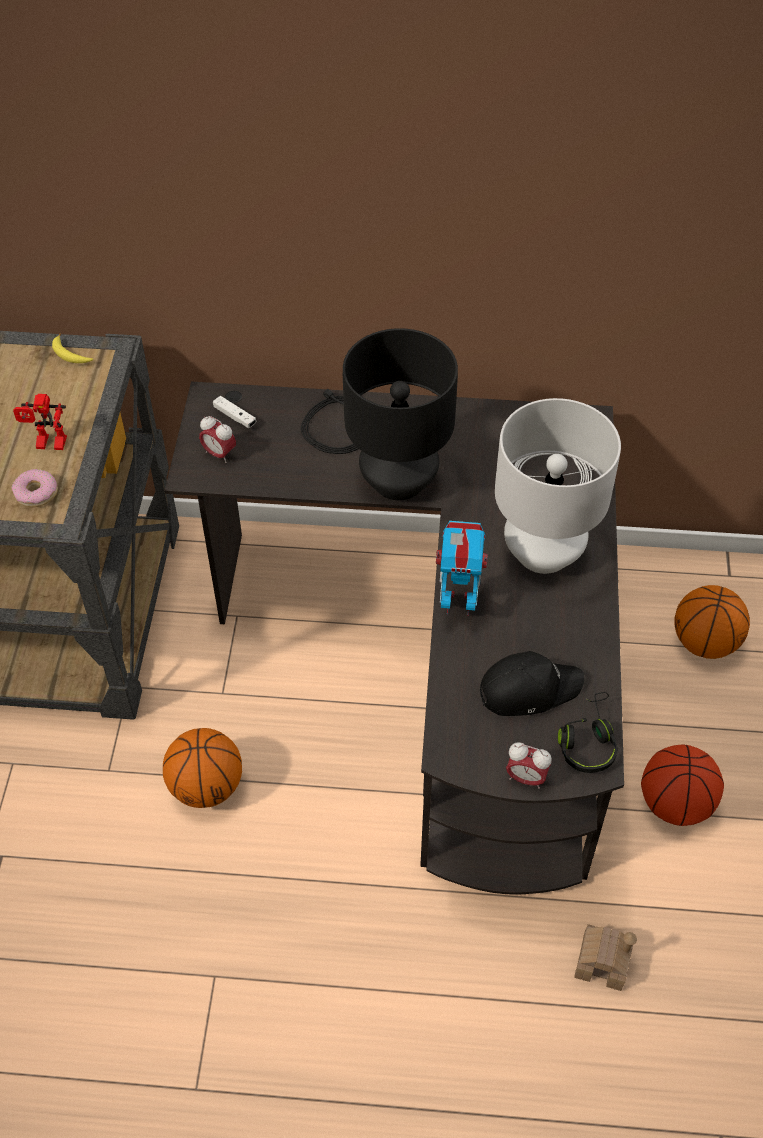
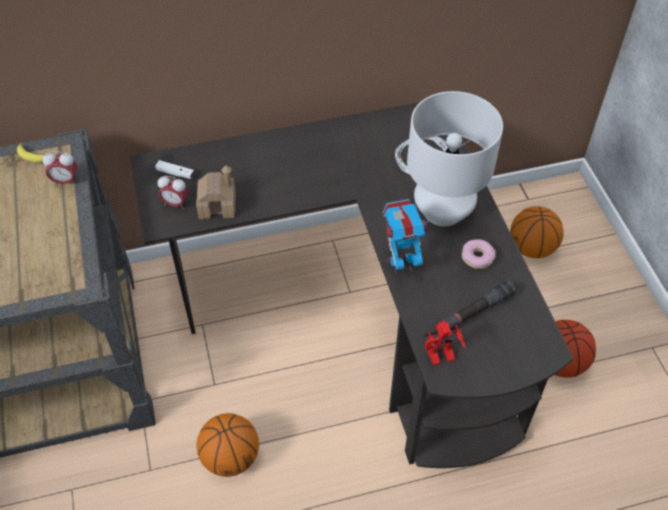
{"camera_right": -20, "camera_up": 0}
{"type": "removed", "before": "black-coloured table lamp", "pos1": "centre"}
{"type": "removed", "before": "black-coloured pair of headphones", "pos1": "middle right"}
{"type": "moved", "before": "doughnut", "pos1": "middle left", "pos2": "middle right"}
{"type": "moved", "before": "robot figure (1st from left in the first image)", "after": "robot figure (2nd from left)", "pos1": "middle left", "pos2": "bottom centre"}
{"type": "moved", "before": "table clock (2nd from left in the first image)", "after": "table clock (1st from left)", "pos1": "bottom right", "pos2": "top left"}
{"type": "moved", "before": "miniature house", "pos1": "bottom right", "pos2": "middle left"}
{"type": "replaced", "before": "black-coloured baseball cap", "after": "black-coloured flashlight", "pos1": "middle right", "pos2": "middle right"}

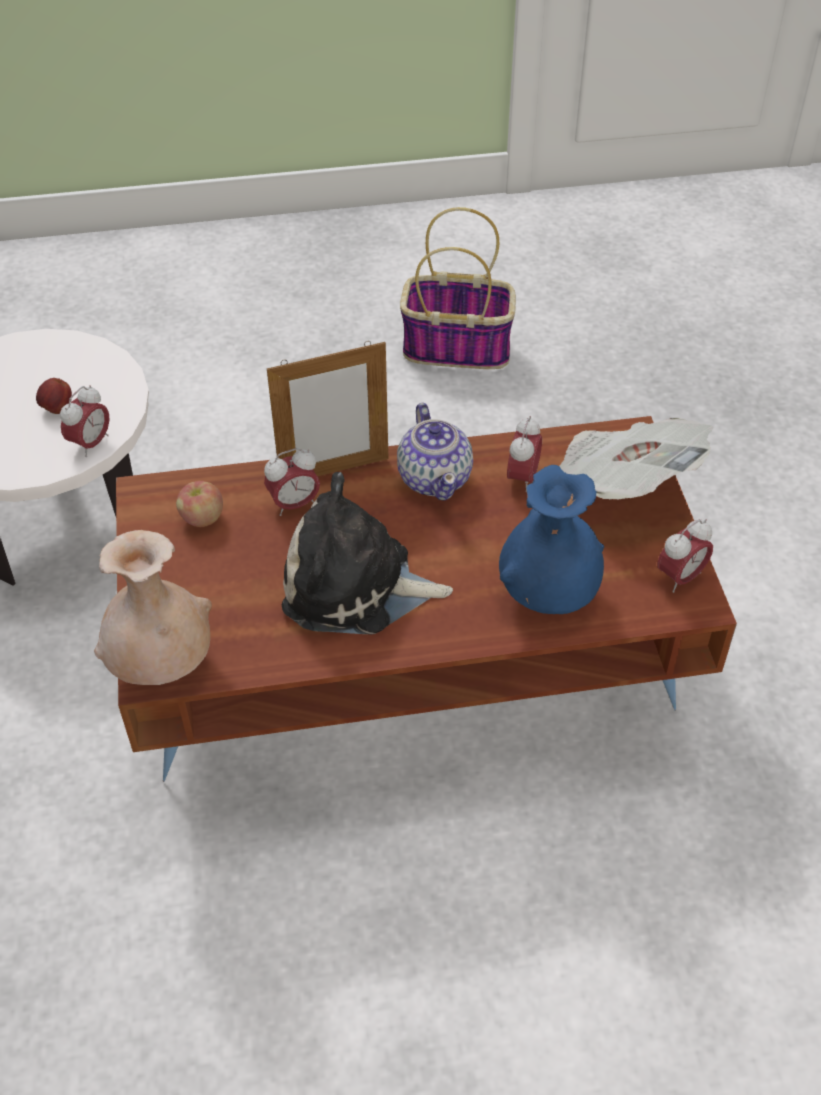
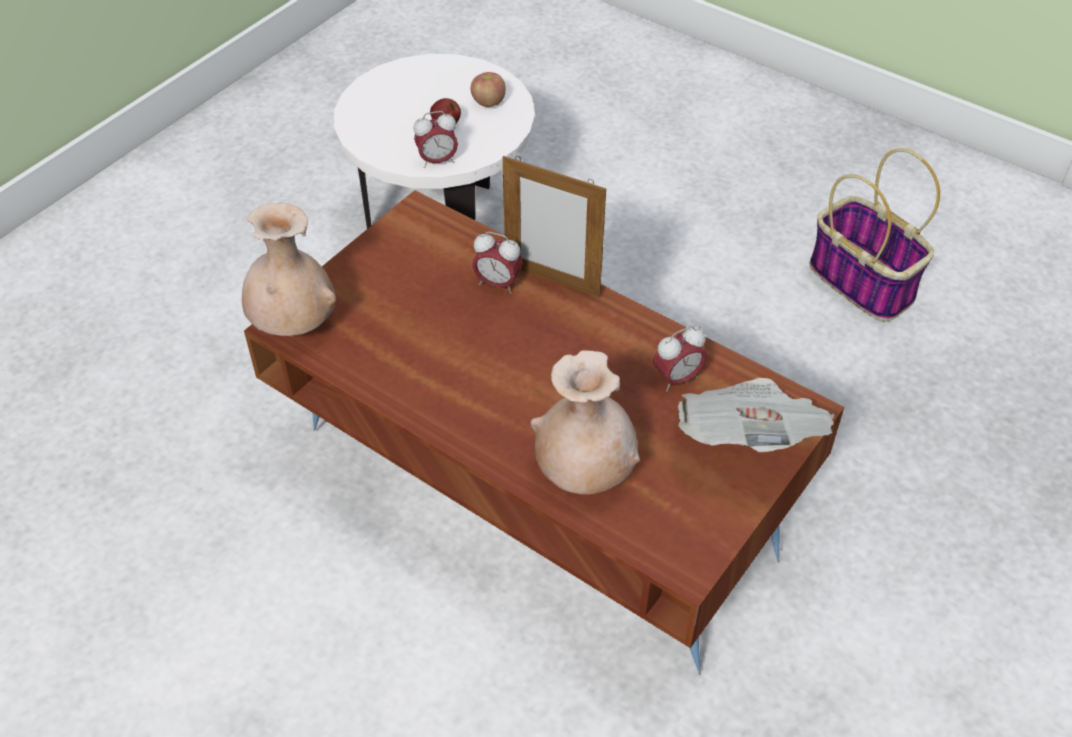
{"camera_right": 45, "camera_up": 0}
{"type": "removed", "before": "cuddly toy", "pos1": "centre"}
{"type": "removed", "before": "tea pot", "pos1": "centre"}
{"type": "removed", "before": "table clock (4th from left)", "pos1": "middle right"}
{"type": "moved", "before": "apple (2nd from left)", "pos1": "middle left", "pos2": "top centre"}
{"type": "recoloured", "before": "blue-coloured flower vase", "after": "beige-coloured flower vase (2nd from left)", "pos1": "middle right", "pos2": "centre"}

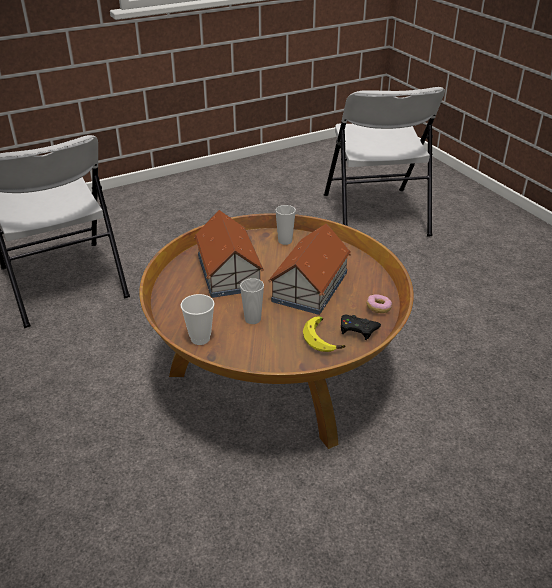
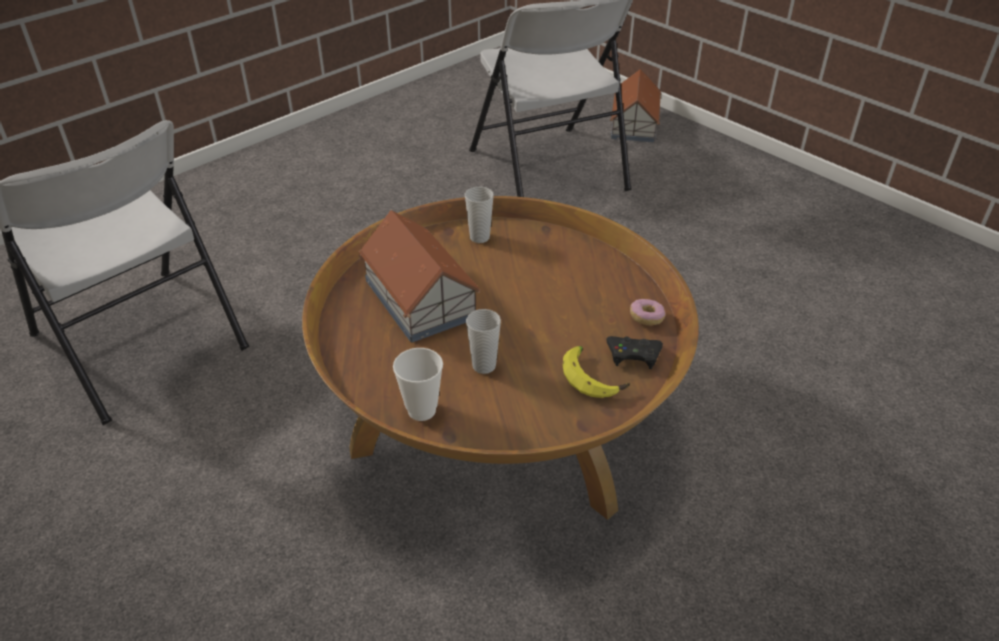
{"camera_right": -15, "camera_up": 5}
{"type": "moved", "before": "miniature house (2nd from left)", "pos1": "centre", "pos2": "top centre"}

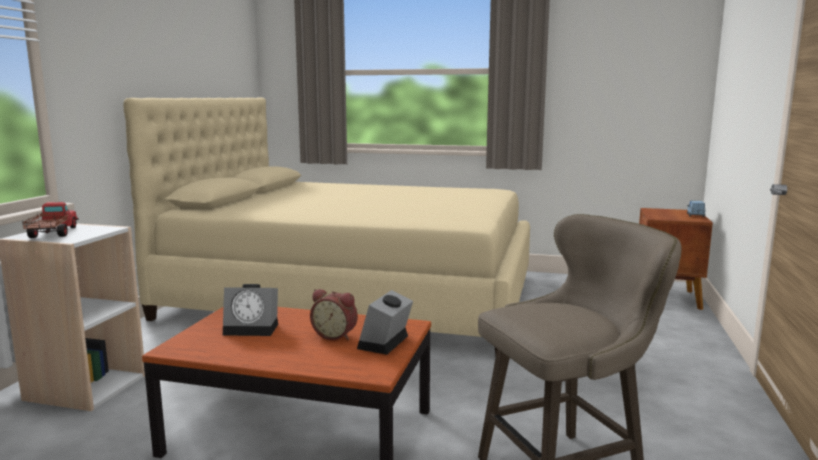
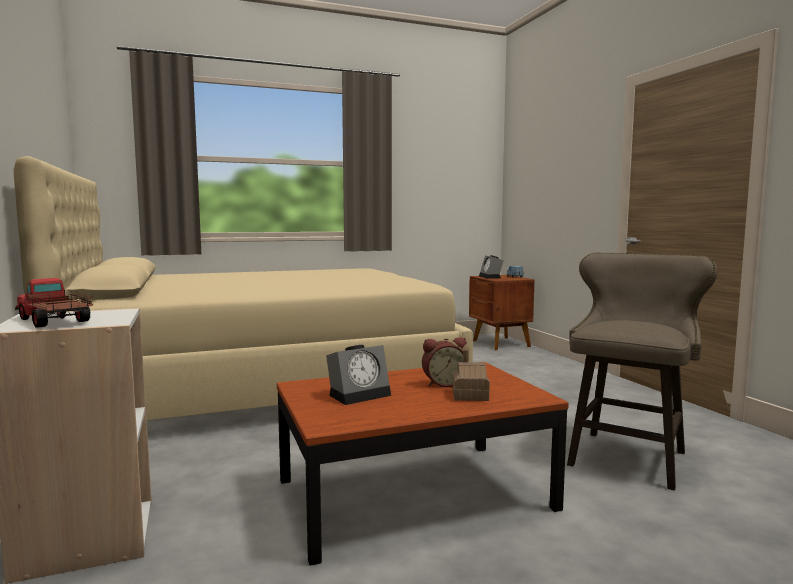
{"camera_right": -35, "camera_up": -5}
{"type": "added", "after": "miniature house", "pos2": "centre"}
{"type": "moved", "before": "table clock (3rd from left)", "pos1": "bottom centre", "pos2": "centre"}

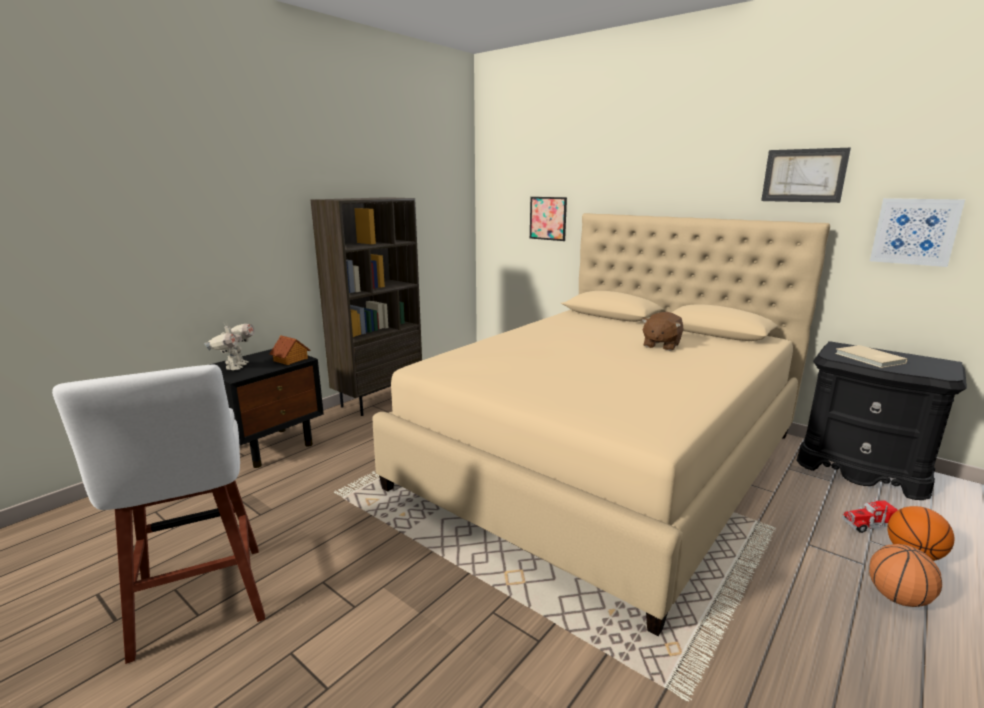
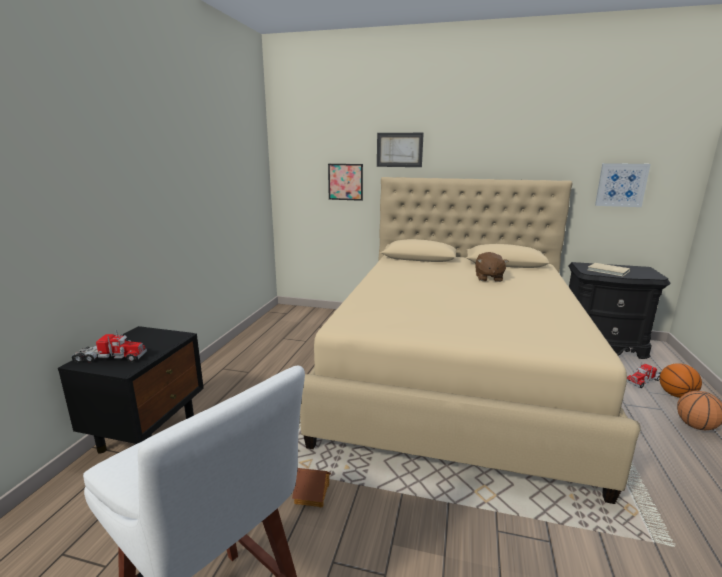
{"camera_right": -25, "camera_up": 0}
{"type": "removed", "before": "brown-coloured bookcase", "pos1": "centre"}
{"type": "moved", "before": "miniature house", "pos1": "middle left", "pos2": "bottom centre"}
{"type": "moved", "before": "wall art (2nd from left)", "pos1": "top right", "pos2": "top centre"}
{"type": "replaced", "before": "robot figure", "after": "toy lorry (1st from left)", "pos1": "middle left", "pos2": "middle left"}

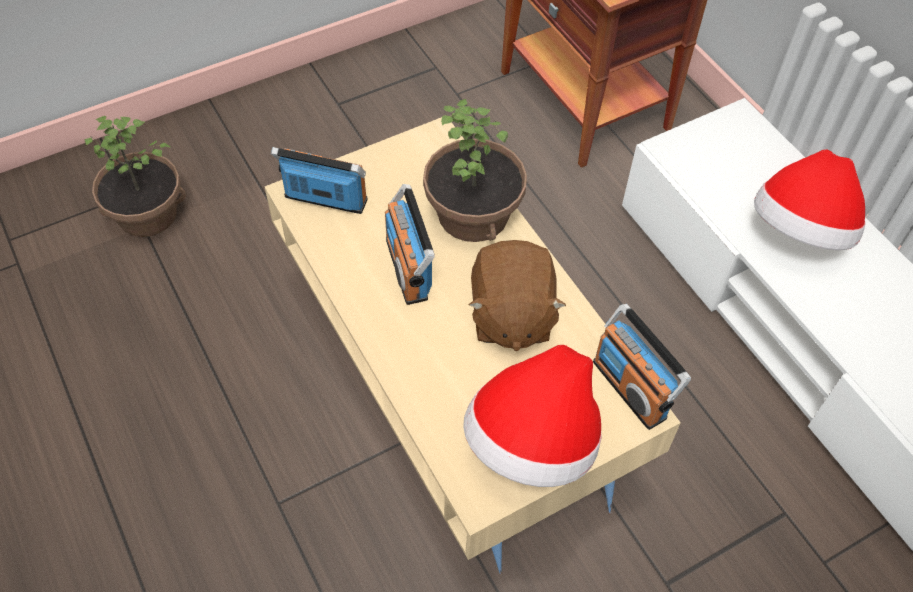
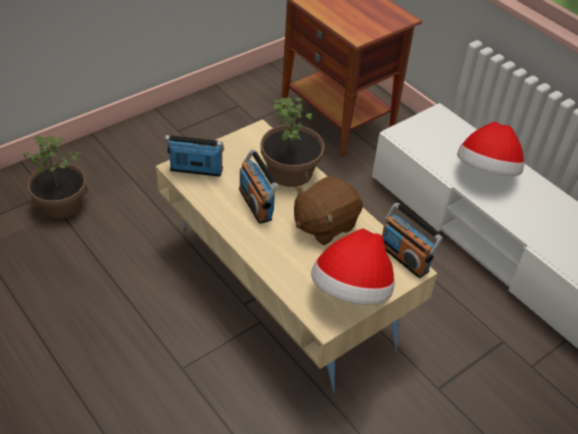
{"camera_right": -10, "camera_up": -10}
{"type": "turned", "before": "brown-coloured cuddly toy", "pos1": "centre", "pos2": "centre", "turn": 60}

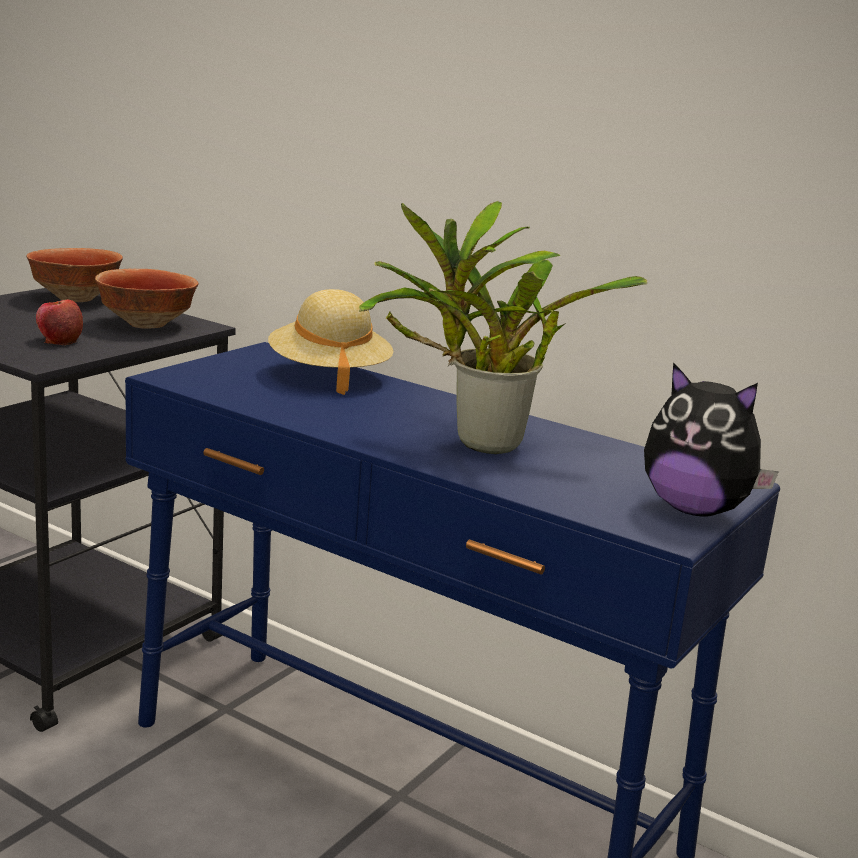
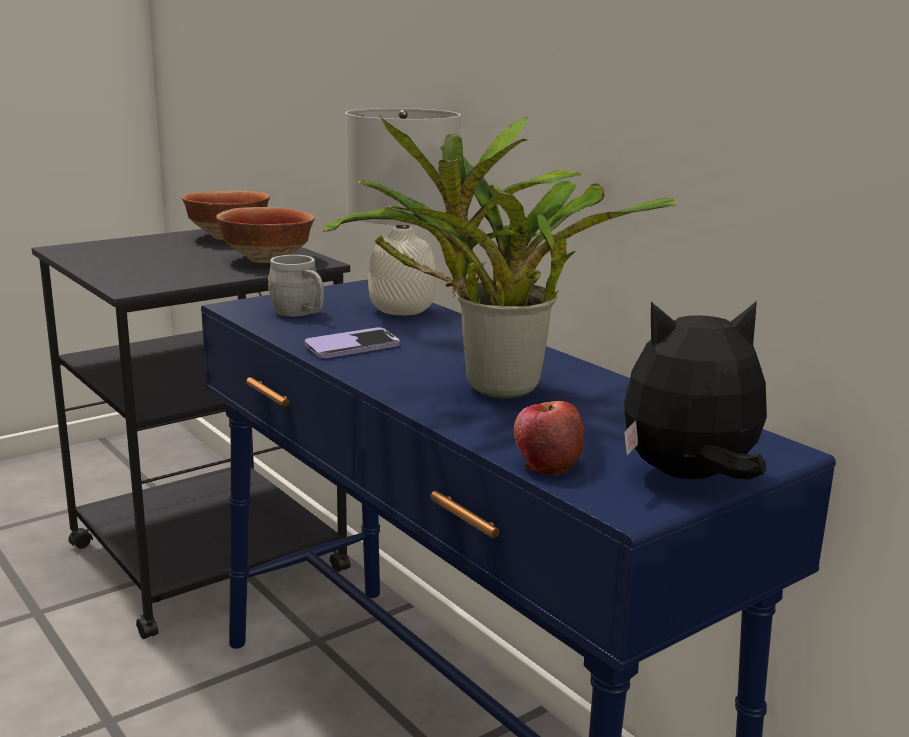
{"camera_right": 20, "camera_up": 0}
{"type": "added", "after": "grey mug", "pos2": "middle left"}
{"type": "added", "after": "telephone", "pos2": "centre"}
{"type": "moved", "before": "apple", "pos1": "middle left", "pos2": "centre"}
{"type": "replaced", "before": "beige-coloured wearable hat", "after": "grey table lamp", "pos1": "centre", "pos2": "top centre"}
{"type": "turned", "before": "cuddly toy", "pos1": "middle right", "pos2": "middle right", "turn": 120}

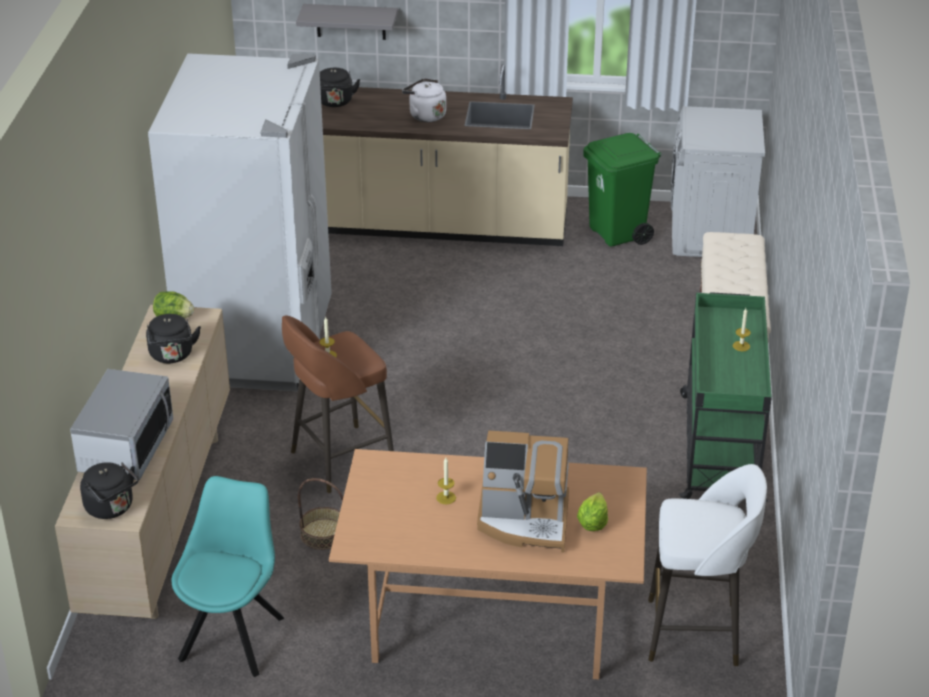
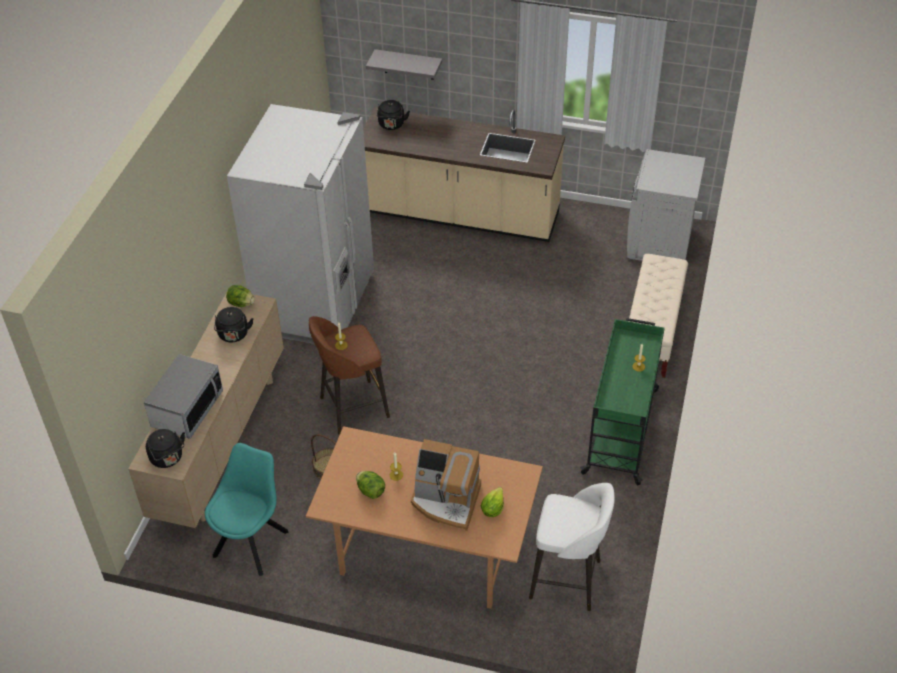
{"camera_right": 10, "camera_up": 10}
{"type": "removed", "before": "white-coloured water kettle", "pos1": "top centre"}
{"type": "removed", "before": "green-coloured trash can", "pos1": "top right"}
{"type": "added", "after": "lettuce head (2nd from left)", "pos2": "bottom centre"}

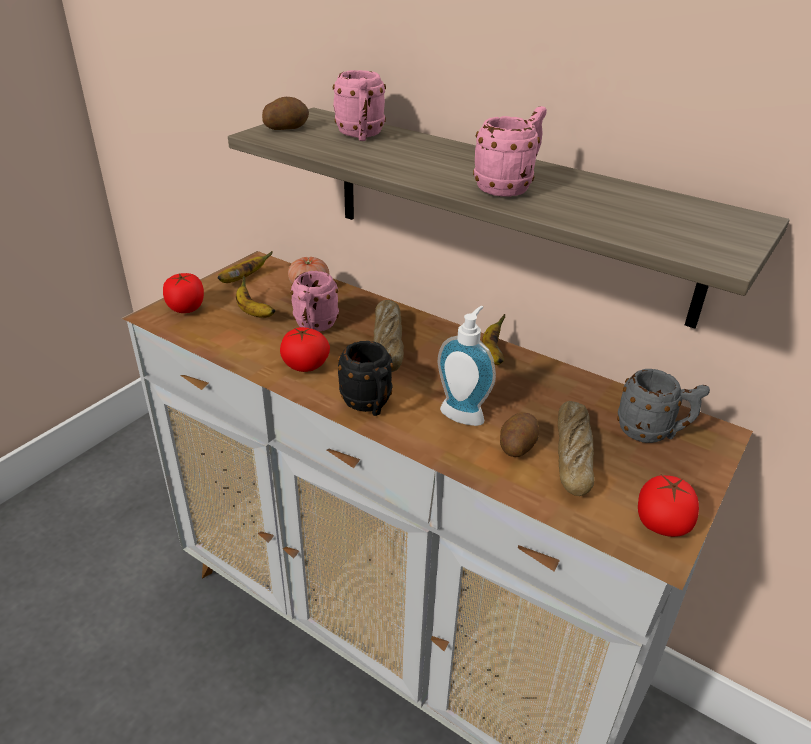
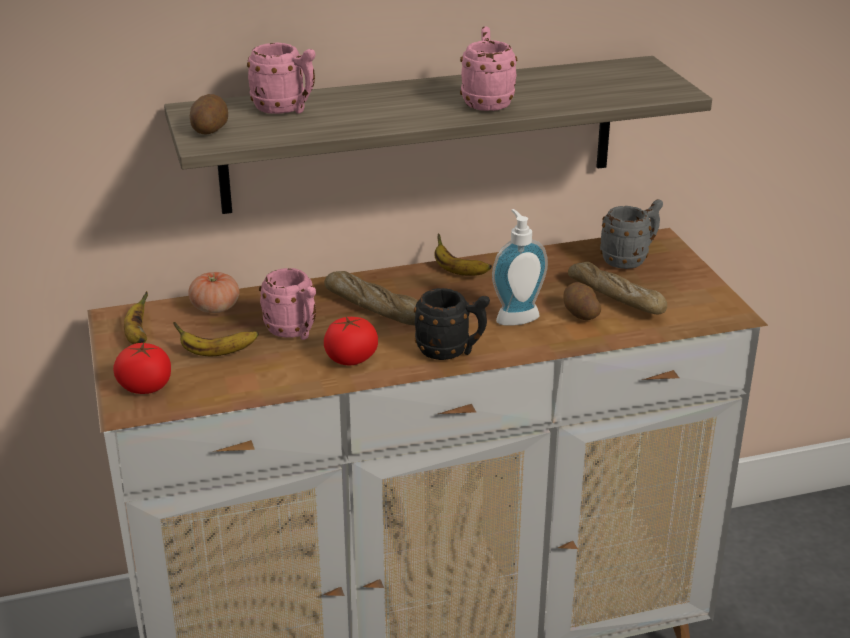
{"camera_right": -50, "camera_up": -5}
{"type": "removed", "before": "fresh tomato (4th from left)", "pos1": "bottom right"}

